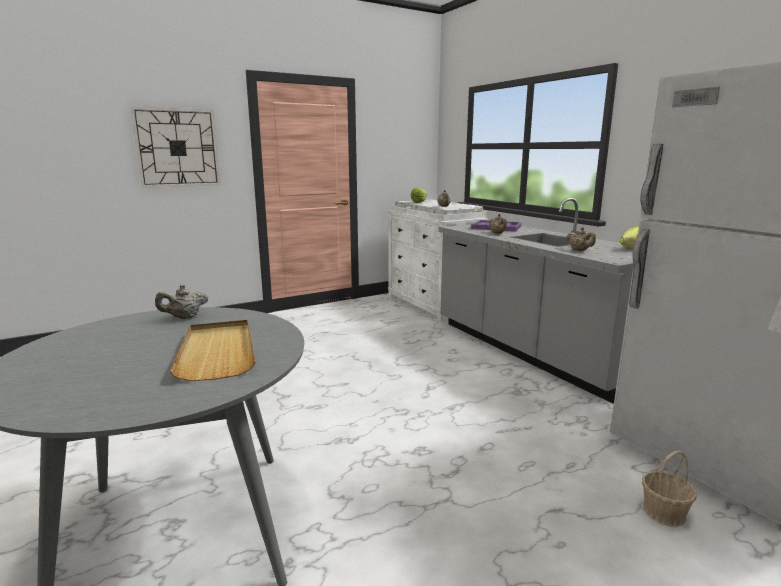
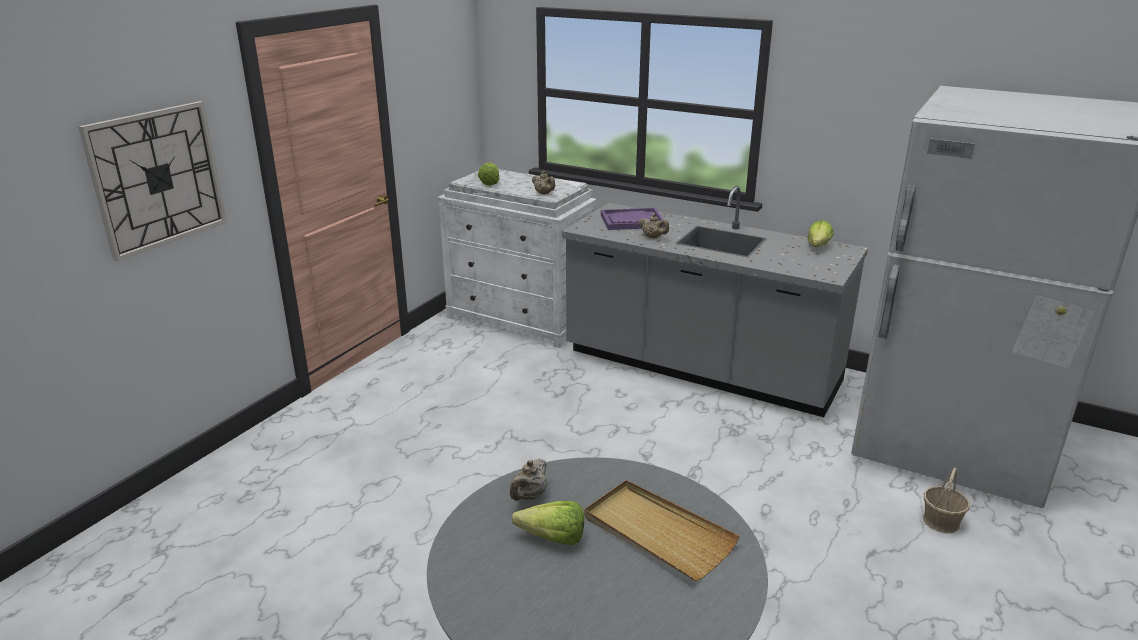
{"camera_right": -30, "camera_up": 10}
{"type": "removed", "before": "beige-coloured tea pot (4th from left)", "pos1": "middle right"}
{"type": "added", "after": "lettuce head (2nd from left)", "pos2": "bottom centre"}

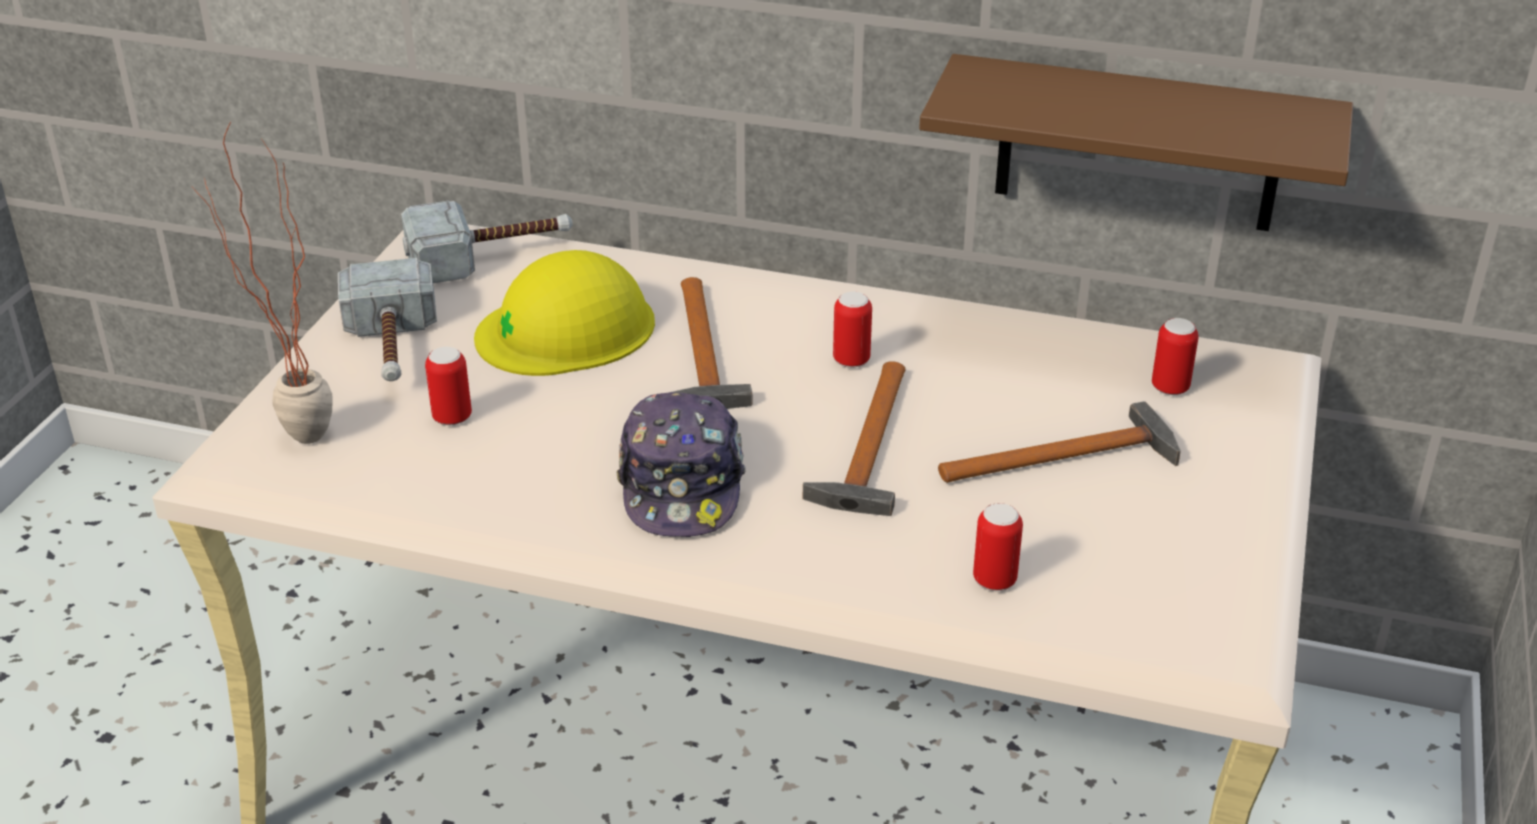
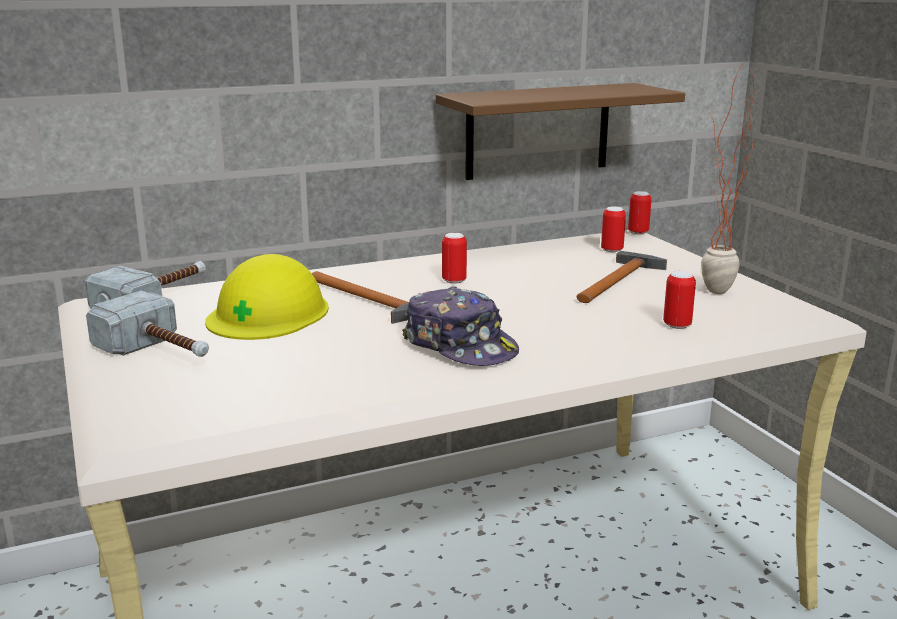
{"camera_right": -40, "camera_up": -15}
{"type": "removed", "before": "hand hammer (4th from left)", "pos1": "centre"}
{"type": "moved", "before": "plant in a pot", "pos1": "middle left", "pos2": "top right"}
{"type": "moved", "before": "sealed can (1st from left in the first image)", "after": "sealed can (3rd from left)", "pos1": "middle left", "pos2": "middle right"}

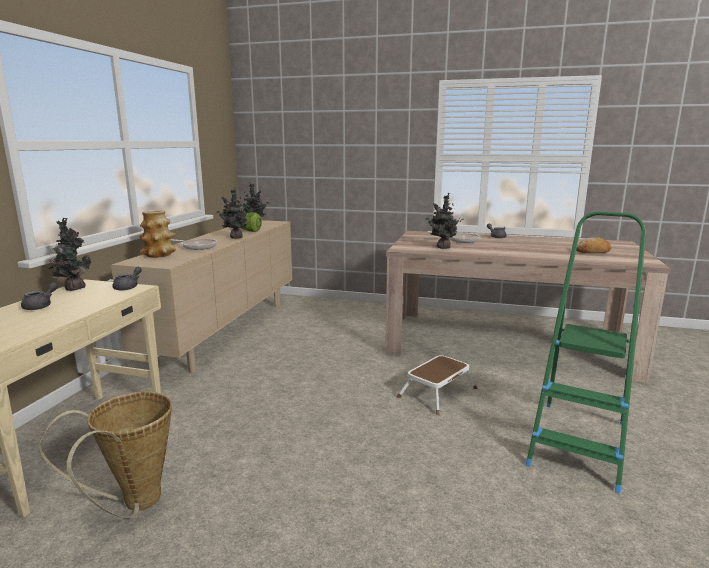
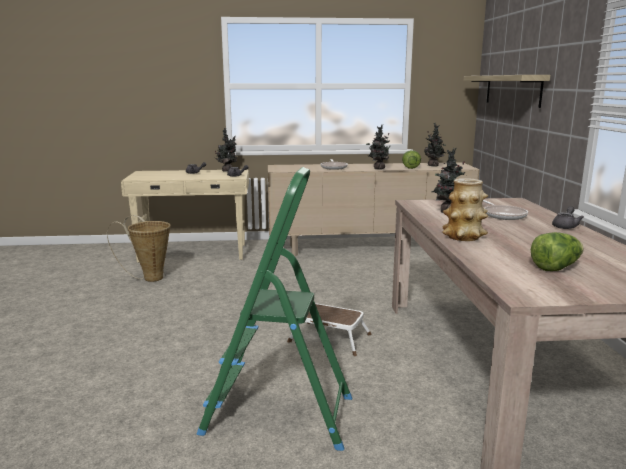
{"camera_right": 70, "camera_up": 0}
{"type": "added", "after": "wall shelf", "pos2": "top right"}
{"type": "moved", "before": "flower vase", "pos1": "middle left", "pos2": "middle right"}
{"type": "replaced", "before": "bakery bread", "after": "lettuce head (2nd from left)", "pos1": "middle right", "pos2": "middle right"}

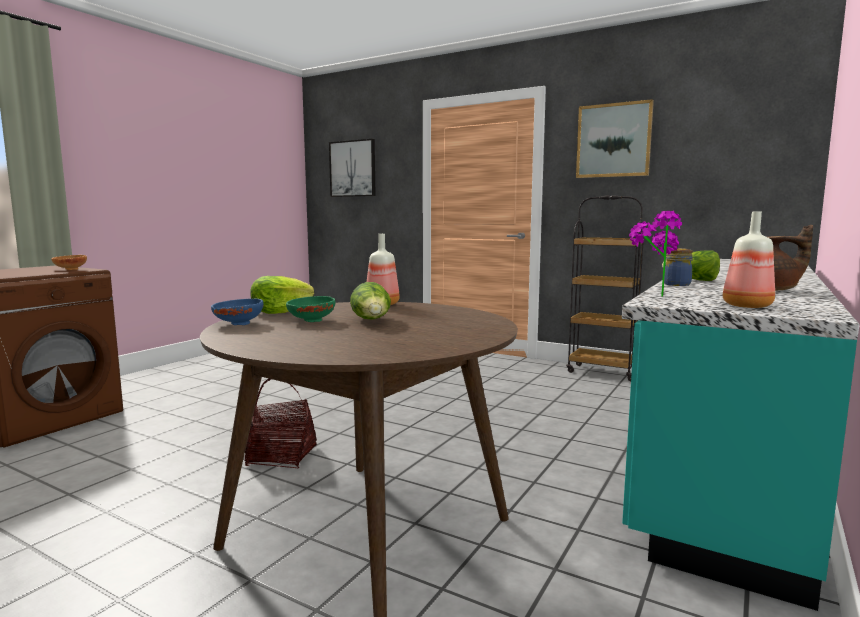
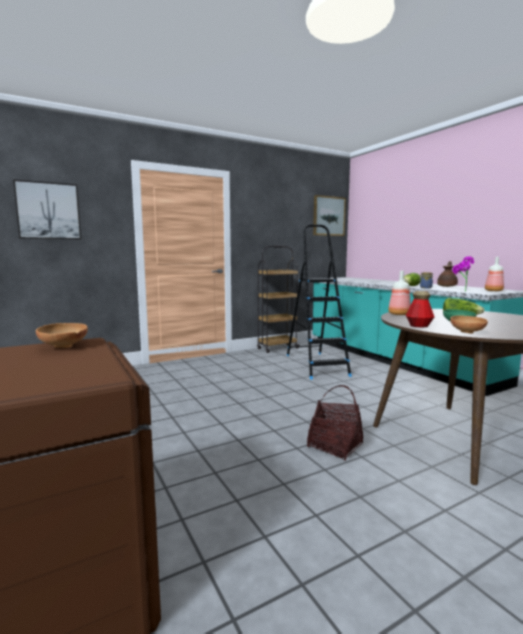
{"camera_right": -60, "camera_up": 0}
{"type": "added", "after": "black-coloured stepladder", "pos2": "centre"}
{"type": "moved", "before": "wall art (2nd from left)", "pos1": "top right", "pos2": "centre"}
{"type": "replaced", "before": "lettuce head (1st from left)", "after": "bottle (2nd from left)", "pos1": "middle left", "pos2": "middle right"}
{"type": "recoloured", "before": "blue-coloured bowl", "after": "brown-coloured bowl (2nd from left)", "pos1": "middle left", "pos2": "middle right"}

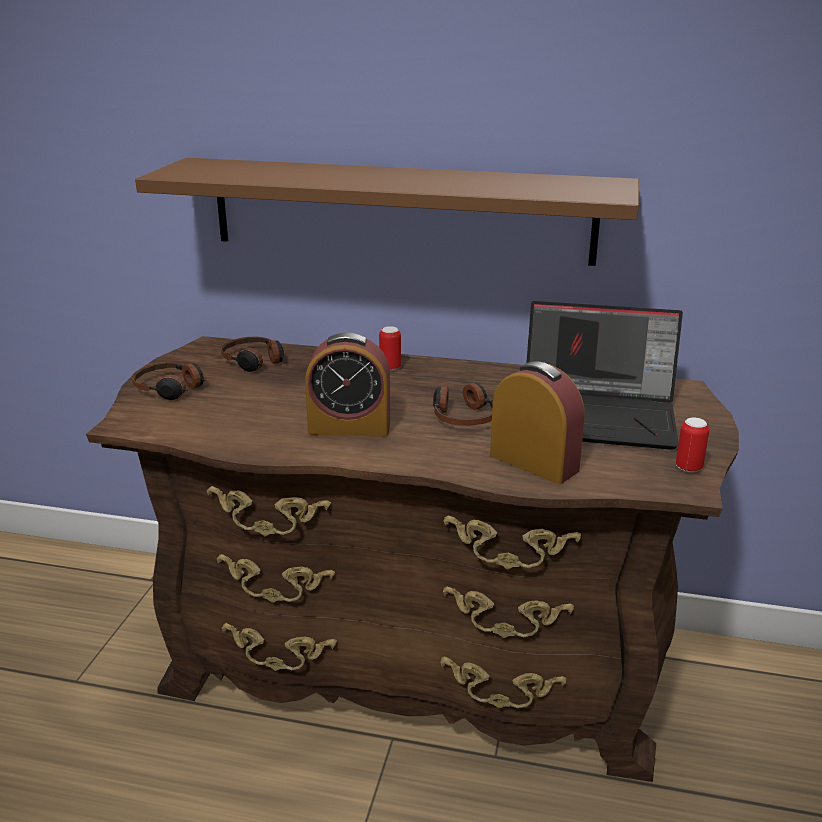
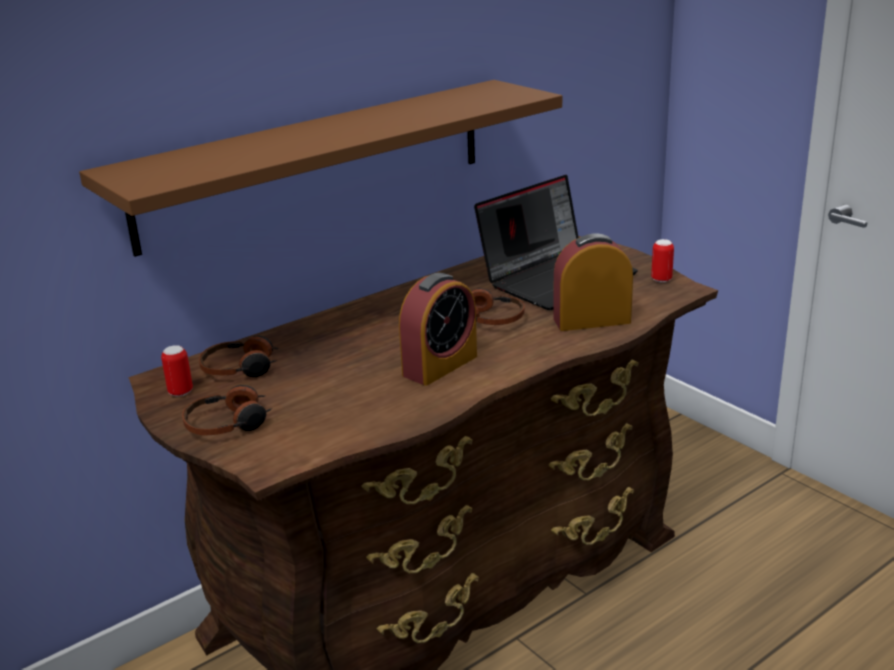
{"camera_right": -50, "camera_up": 0}
{"type": "moved", "before": "sealed can (1st from left)", "pos1": "centre", "pos2": "middle left"}

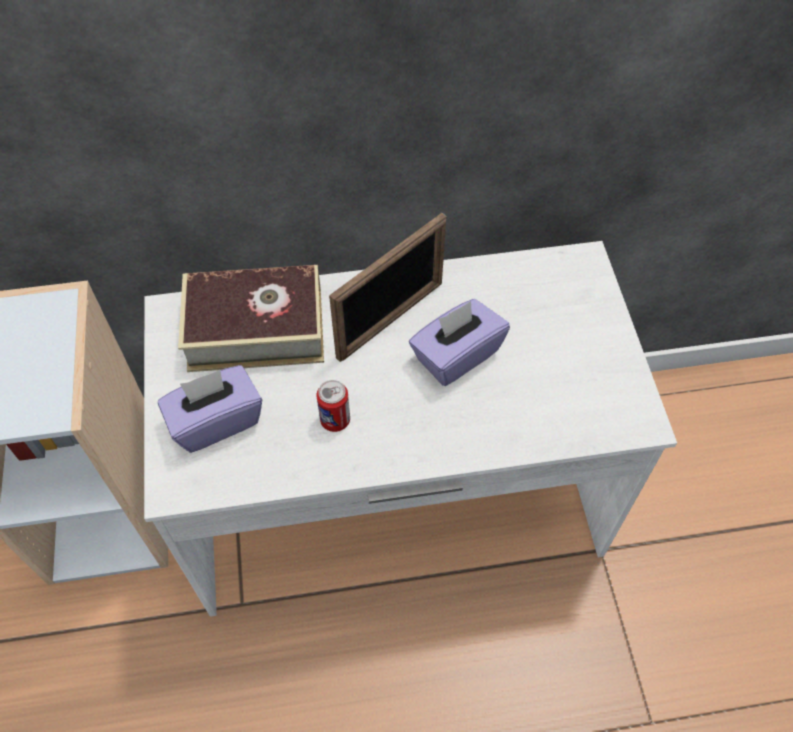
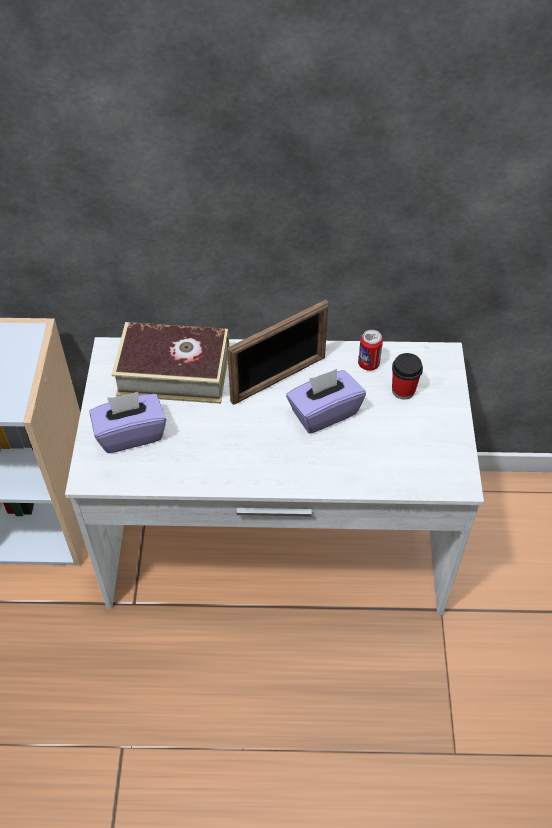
{"camera_right": 10, "camera_up": -5}
{"type": "added", "after": "small cup", "pos2": "middle right"}
{"type": "moved", "before": "sealed can", "pos1": "centre", "pos2": "middle right"}

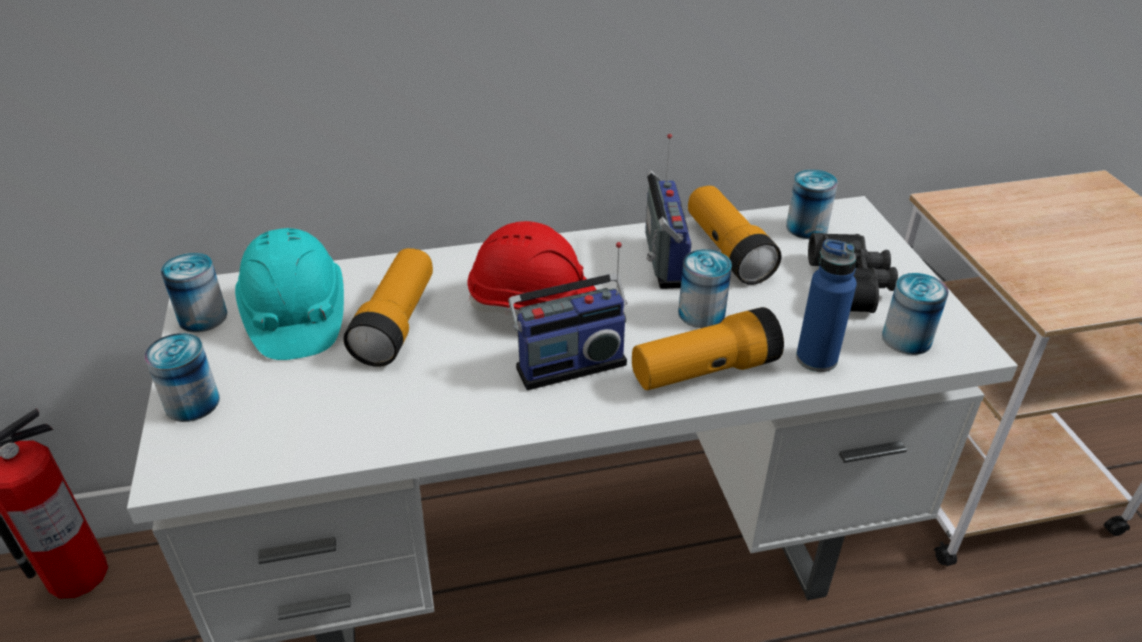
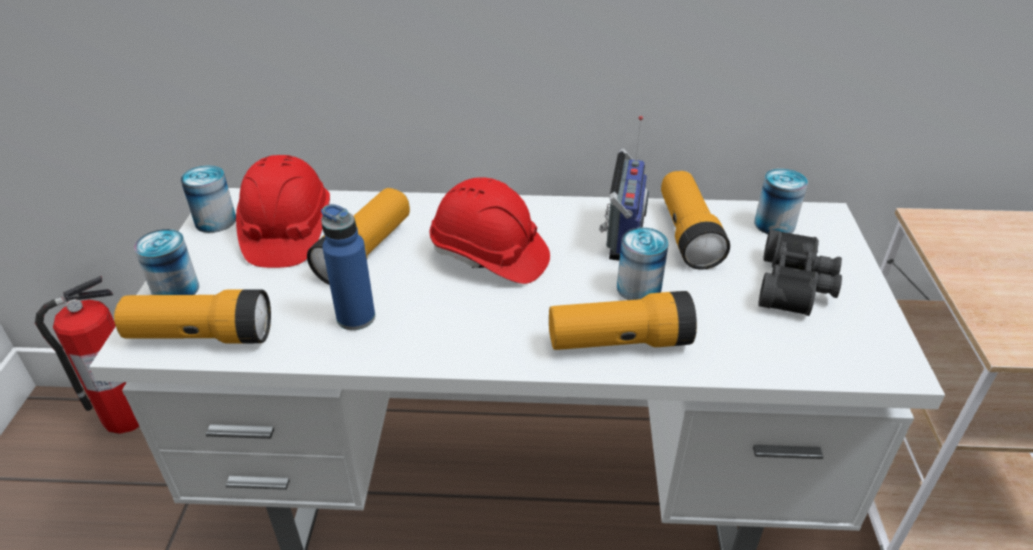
{"camera_right": 15, "camera_up": 0}
{"type": "removed", "before": "radio receiver (1st from left)", "pos1": "centre"}
{"type": "removed", "before": "sealed can (5th from left)", "pos1": "middle right"}
{"type": "added", "after": "flashlight (1st from left)", "pos2": "middle left"}
{"type": "moved", "before": "blue-coloured bottle", "pos1": "middle right", "pos2": "centre"}
{"type": "recoloured", "before": "blue-green safety helmet", "after": "red safety helmet (1st from left)", "pos1": "middle left", "pos2": "middle left"}

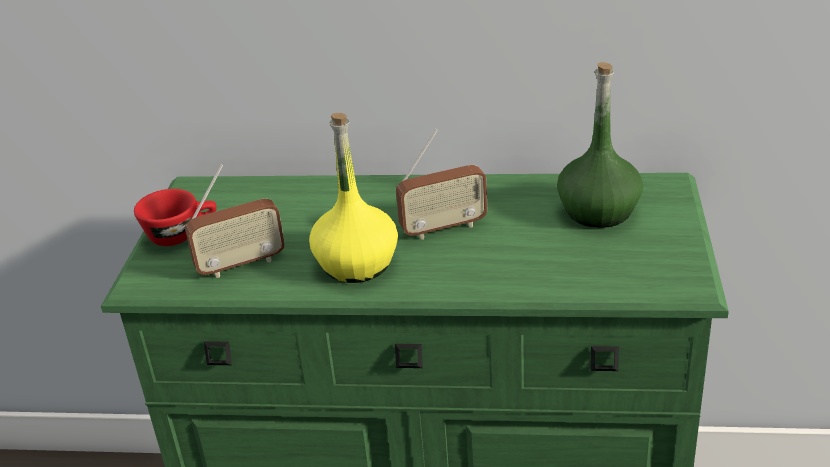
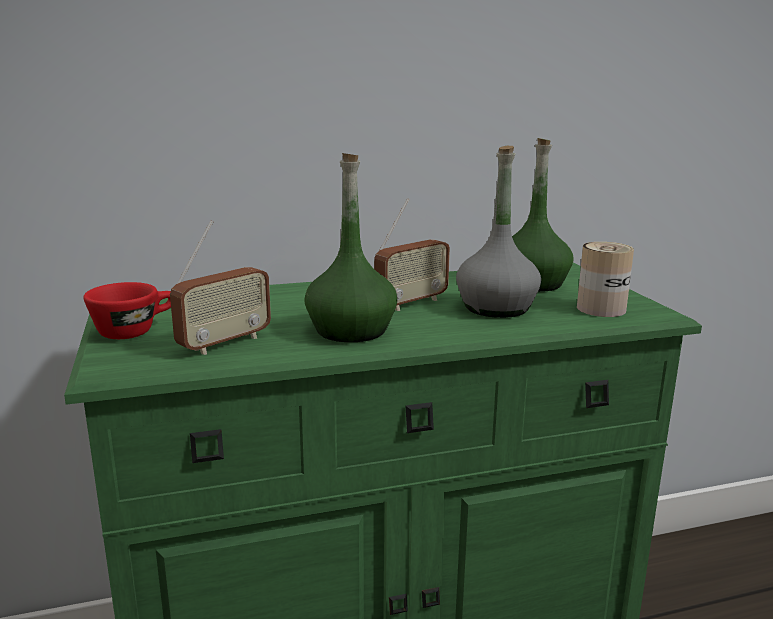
{"camera_right": -25, "camera_up": -15}
{"type": "added", "after": "grey bottle", "pos2": "centre"}
{"type": "added", "after": "sealed can", "pos2": "middle right"}
{"type": "recoloured", "before": "yellowish bottle", "after": "green-coloured bottle (1st from left)", "pos1": "centre", "pos2": "centre"}

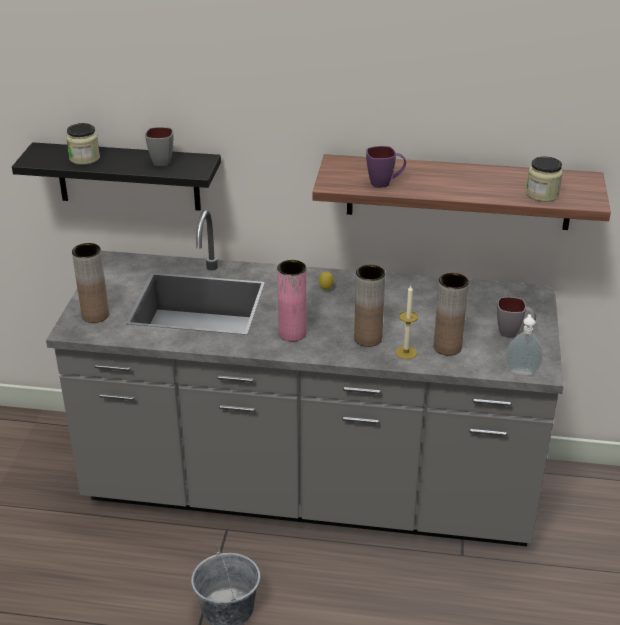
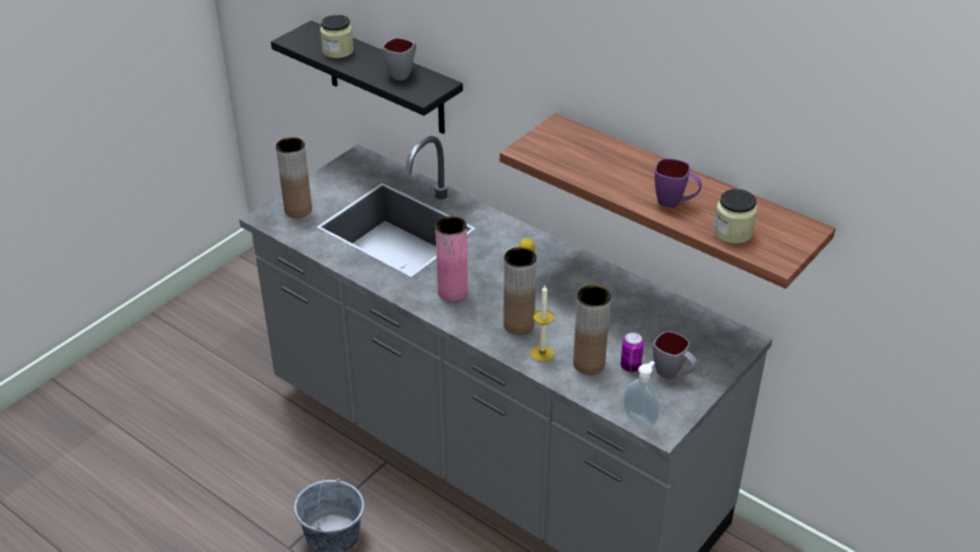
{"camera_right": 30, "camera_up": 5}
{"type": "added", "after": "sealed can", "pos2": "centre"}
{"type": "moved", "before": "purple mug", "pos1": "top centre", "pos2": "top right"}

